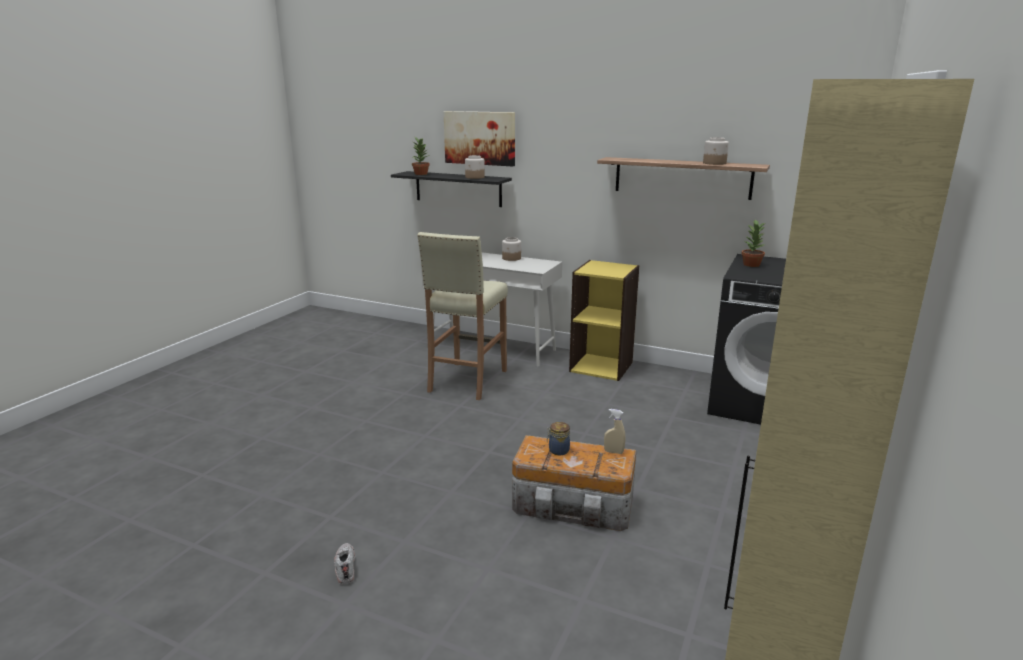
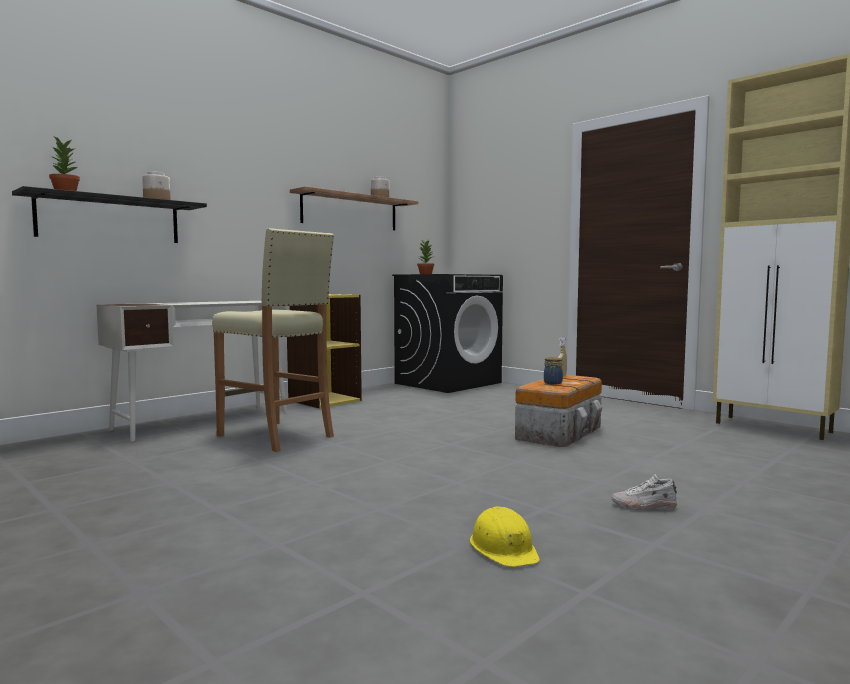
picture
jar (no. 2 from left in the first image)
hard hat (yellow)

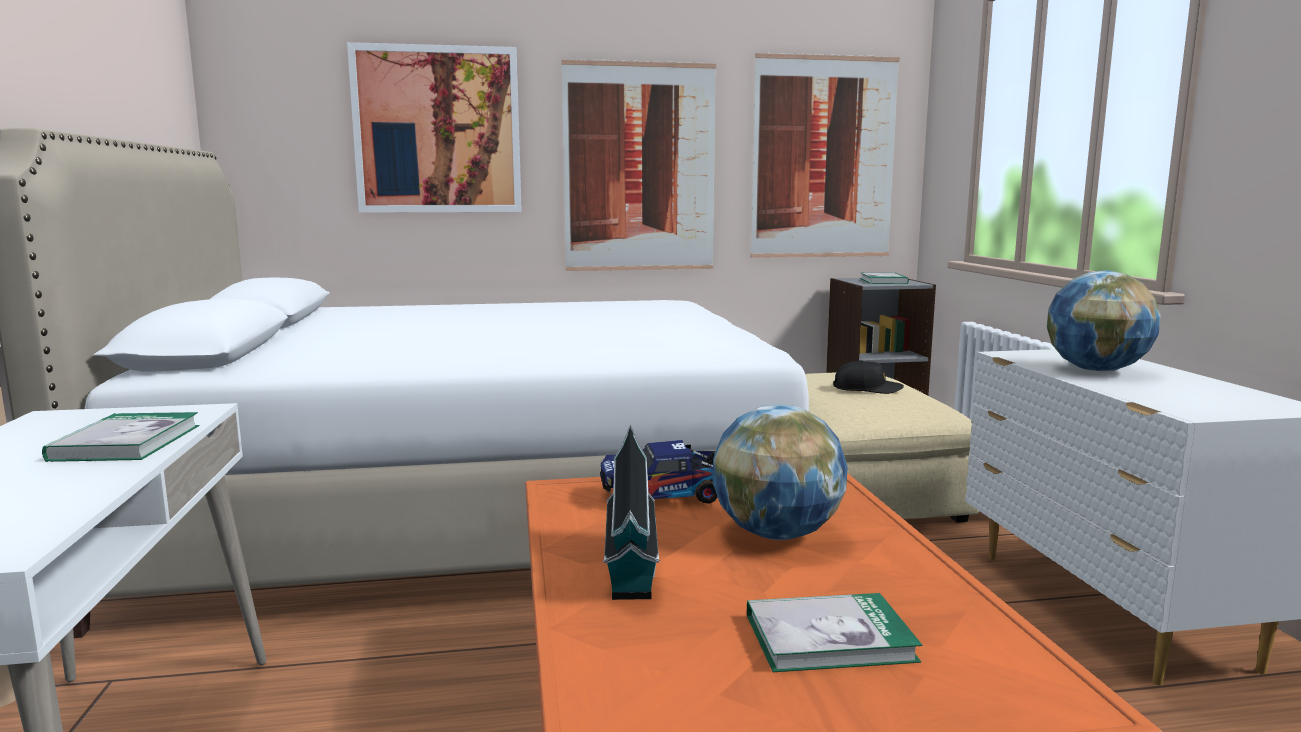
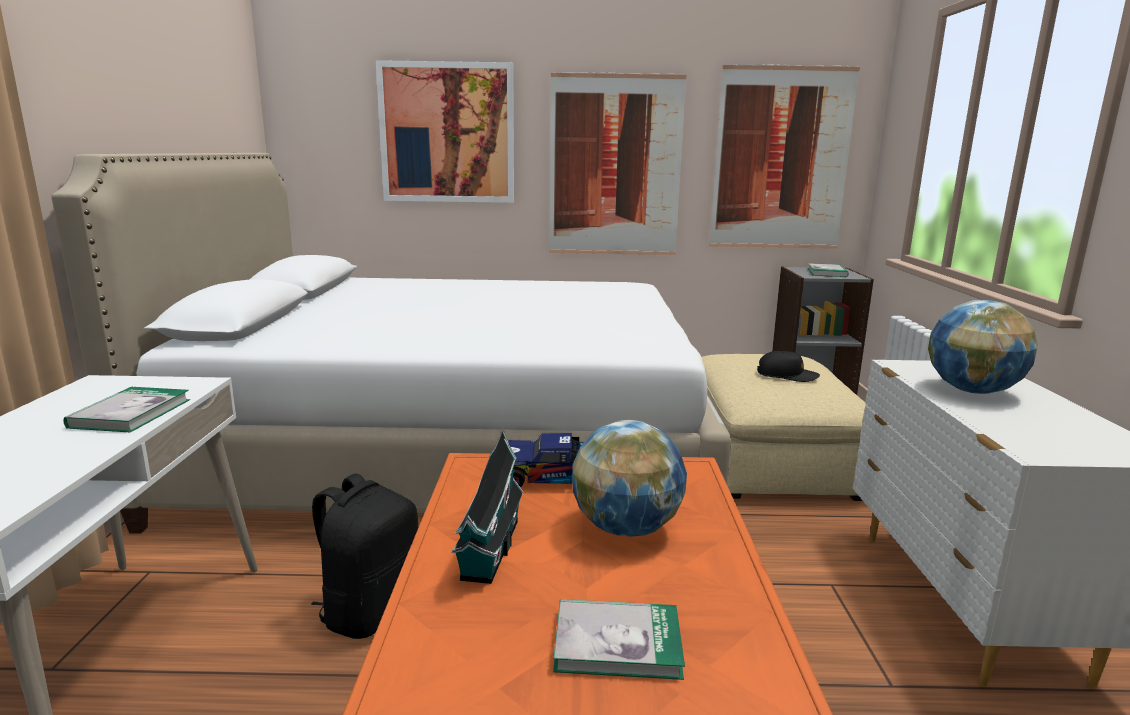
backpack (black)

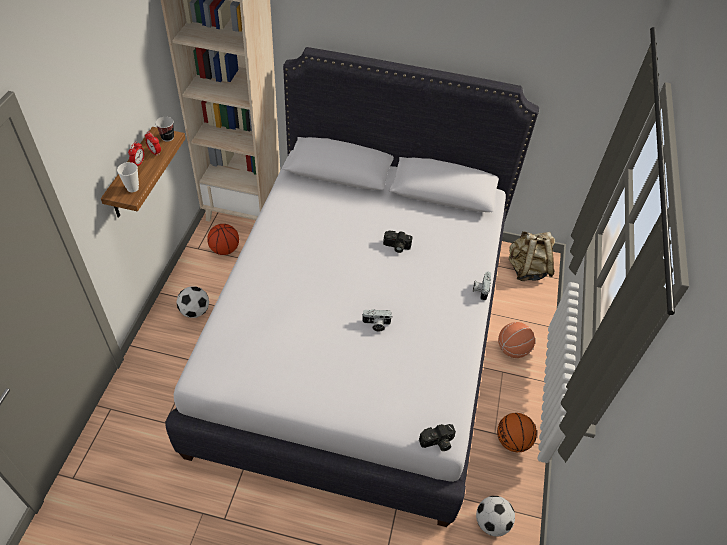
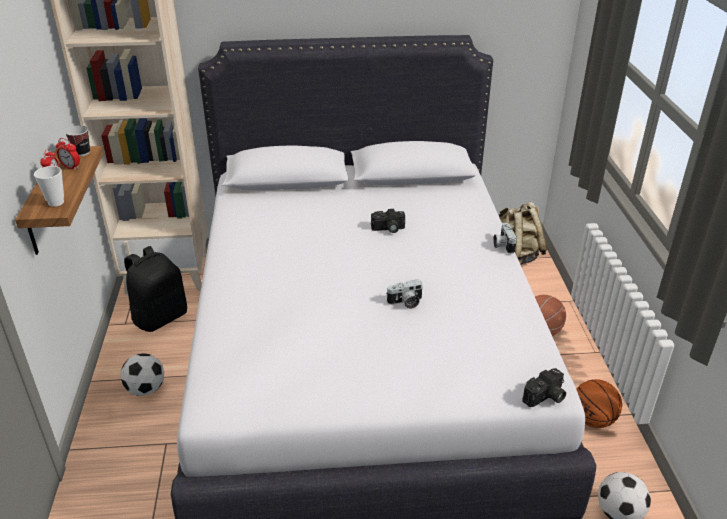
backpack (black)

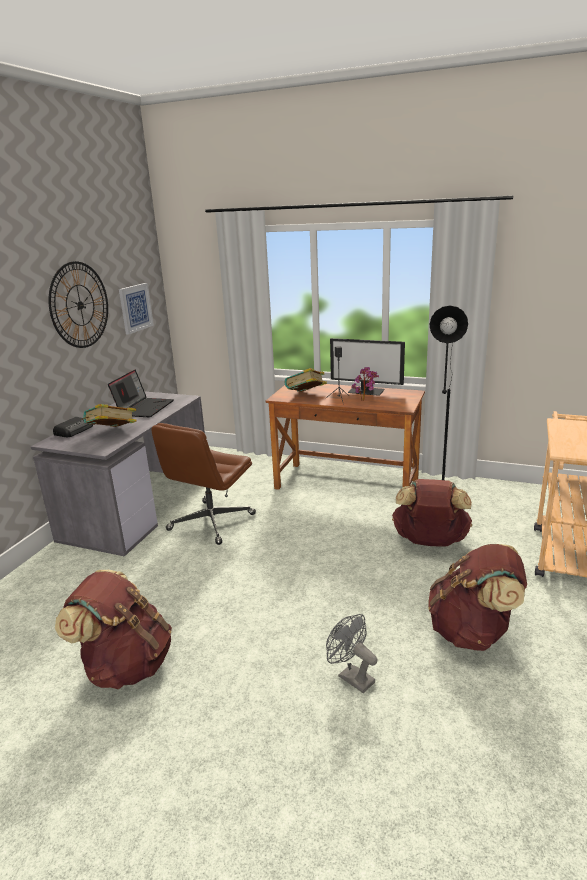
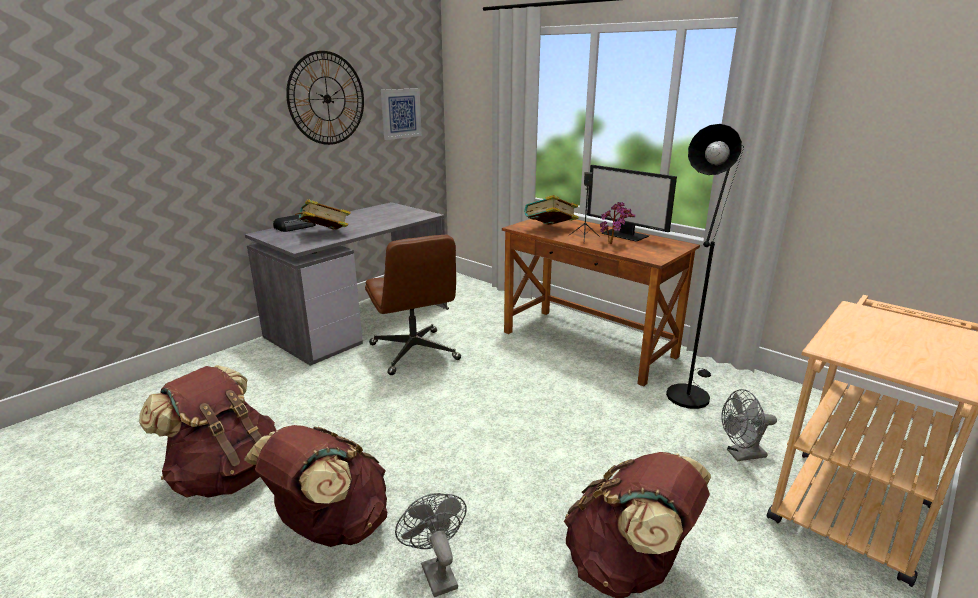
laptop
office chair (brown)
backpack (brown) (no. 2 from left)
fan (grey) (no. 2 from left)

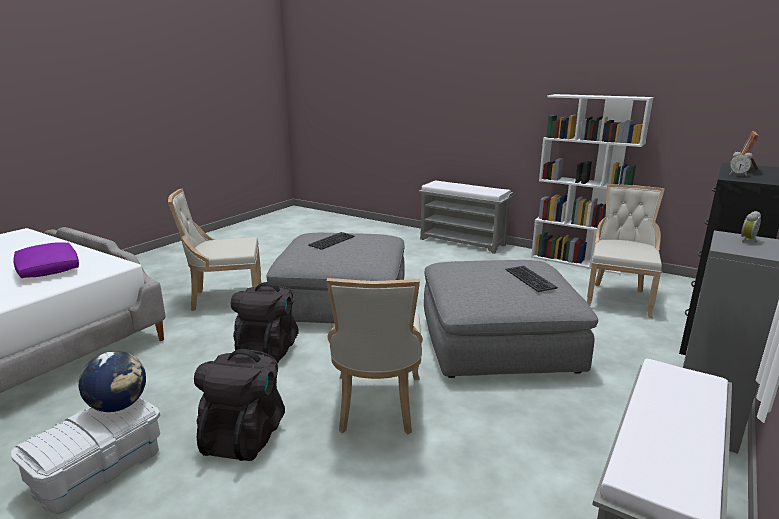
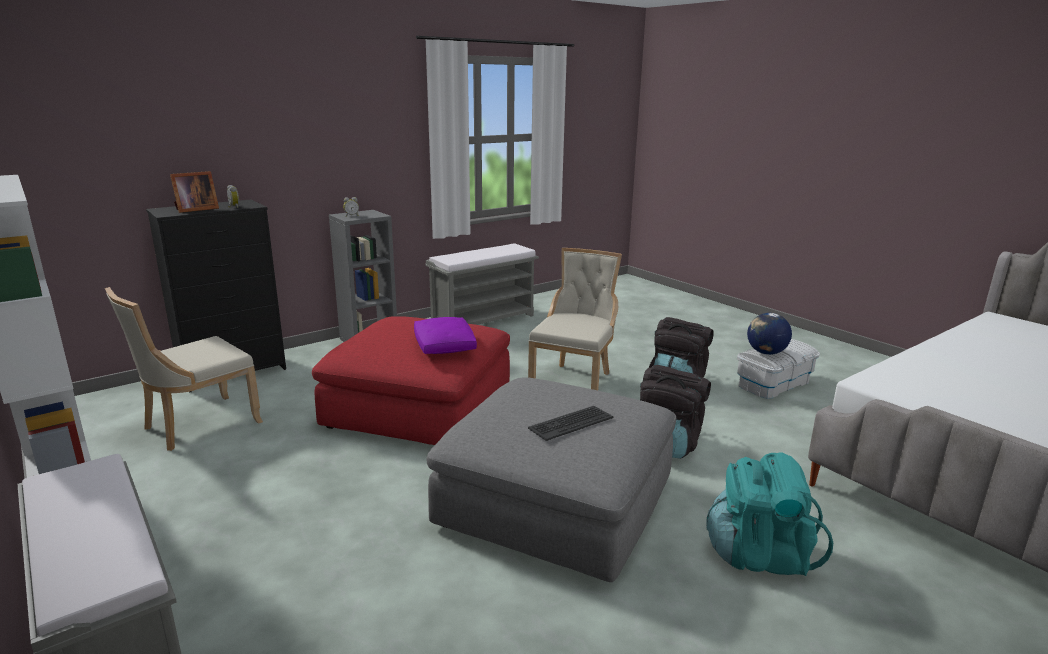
pillow (purple)
backpack (turquoise)
ottoman (red)
keyboard (no. 2 from left in the first image)

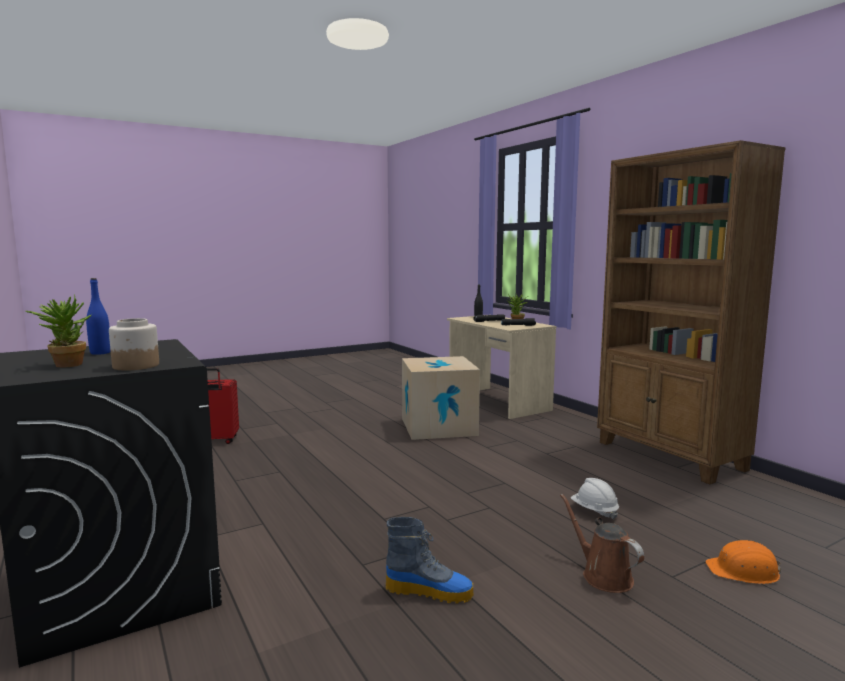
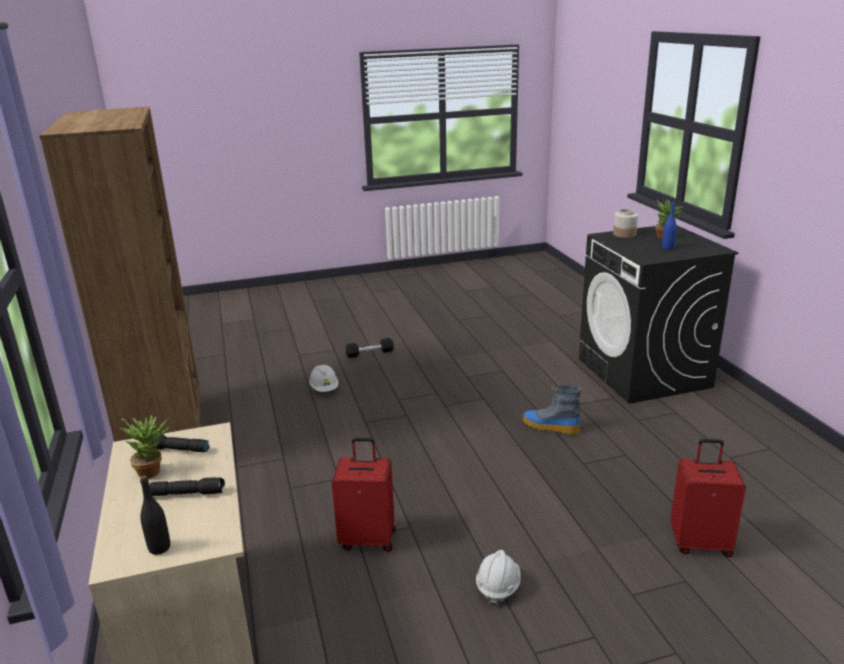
boot
suitcase (red) (no. 1 from left)
dumbbell (black)
hard hat (orange)
hard hat (white) (no. 2 from left)

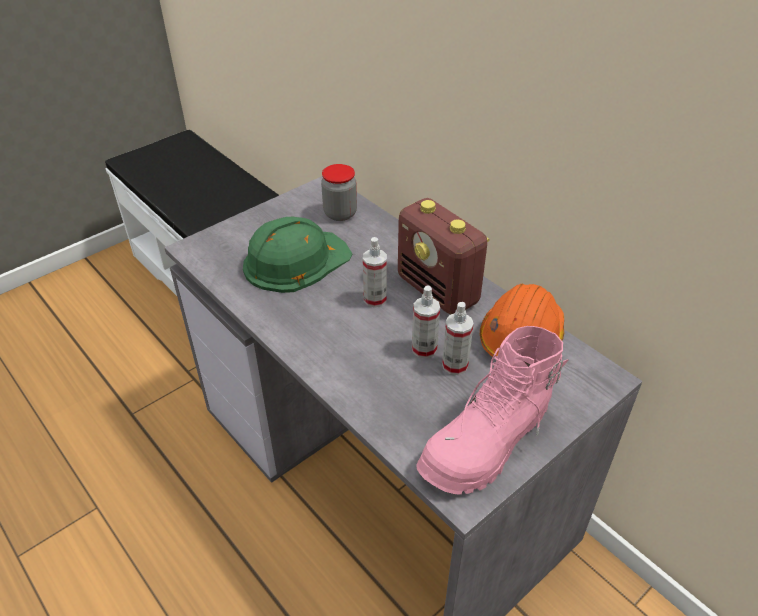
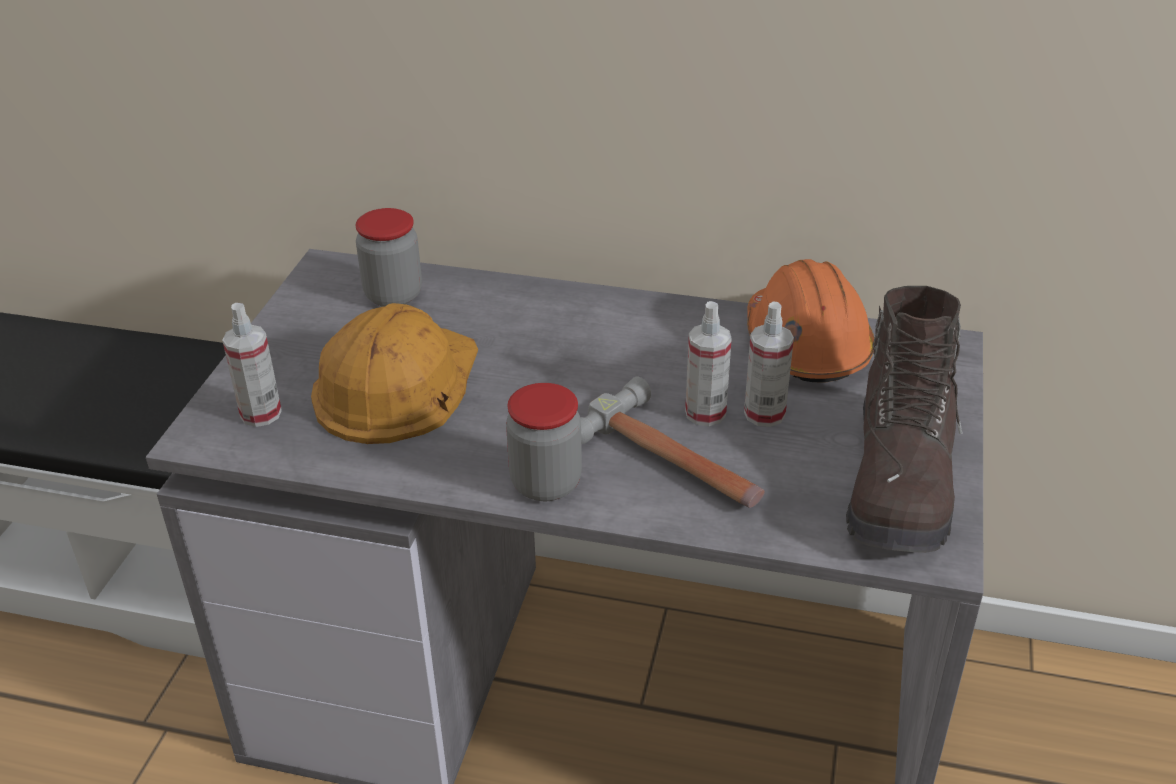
hard hat (orange) (no. 1 from left)
spray bottle (no. 1 from left)
radio
boot (brown)
jar (no. 2 from left)
hammer

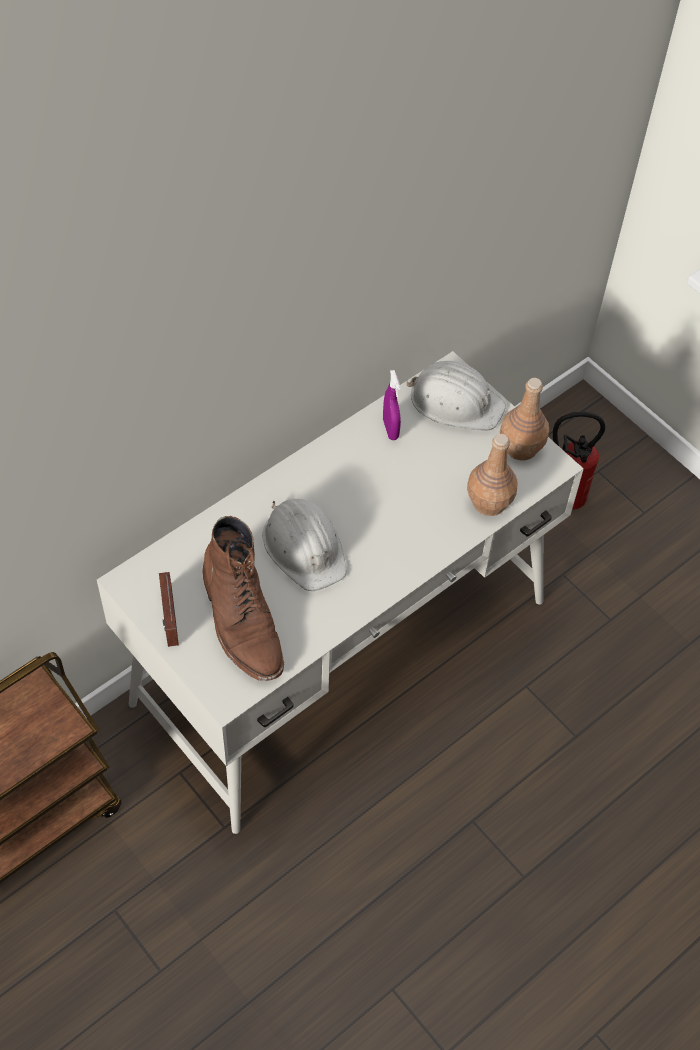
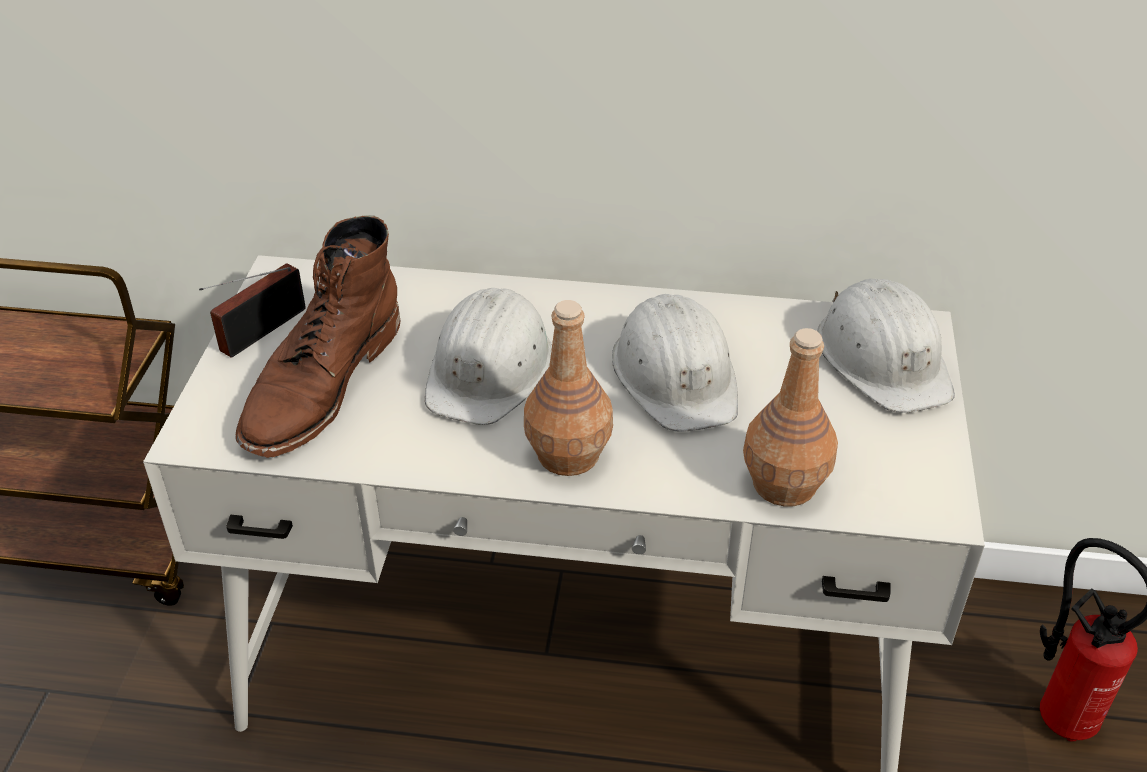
spray bottle (purple)
bottle (brown) (no. 1 from left)
hard hat (white) (no. 2 from left)

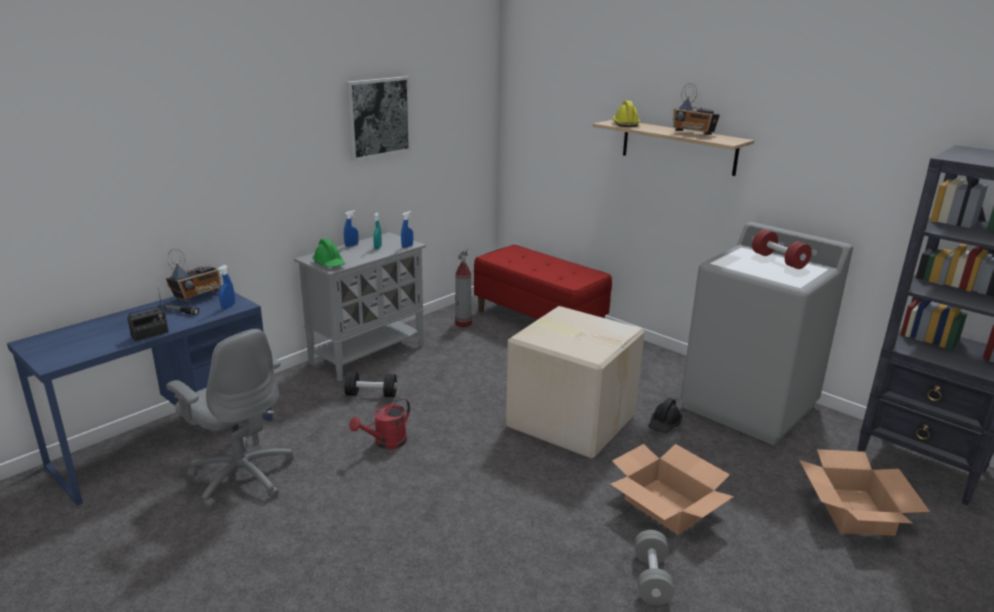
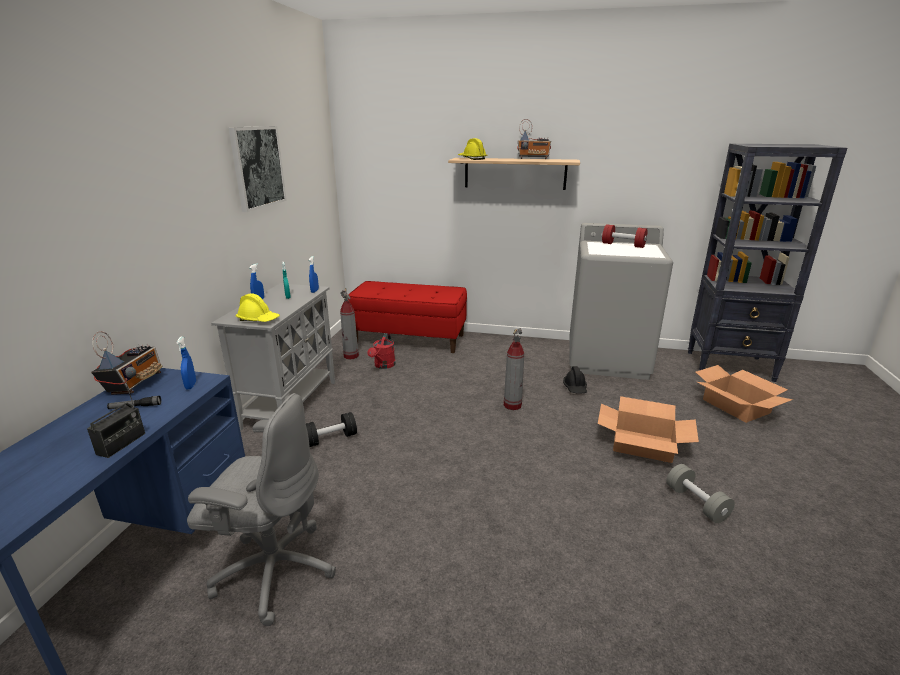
hard hat (yellow) (no. 1 from left)
watering can (red)
fire extinguisher (no. 2 from left)

